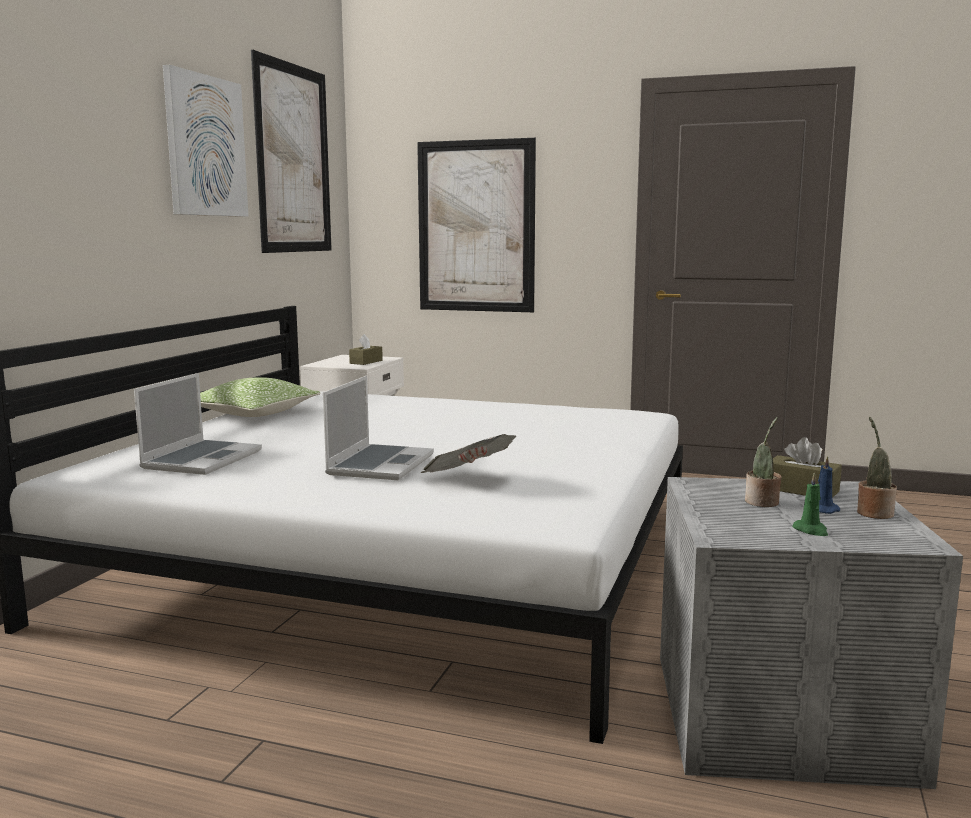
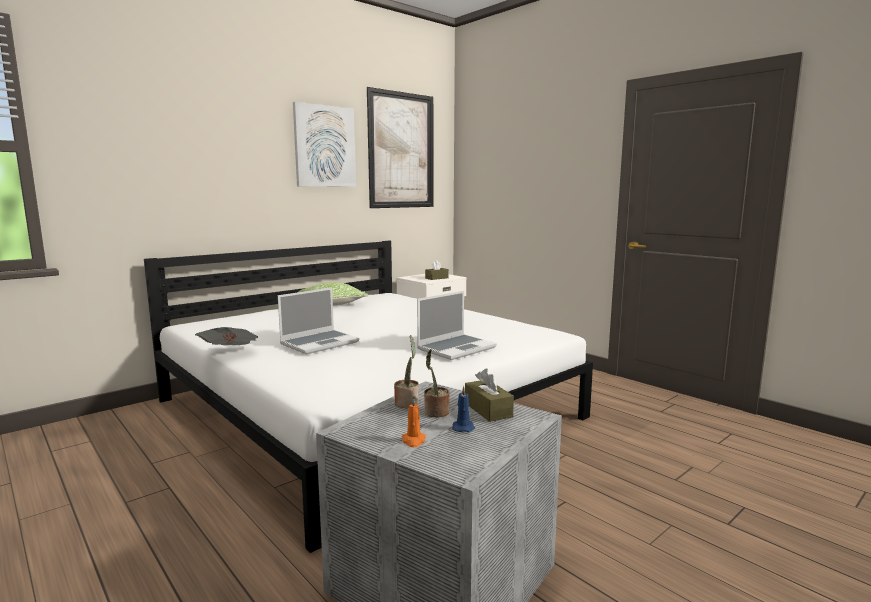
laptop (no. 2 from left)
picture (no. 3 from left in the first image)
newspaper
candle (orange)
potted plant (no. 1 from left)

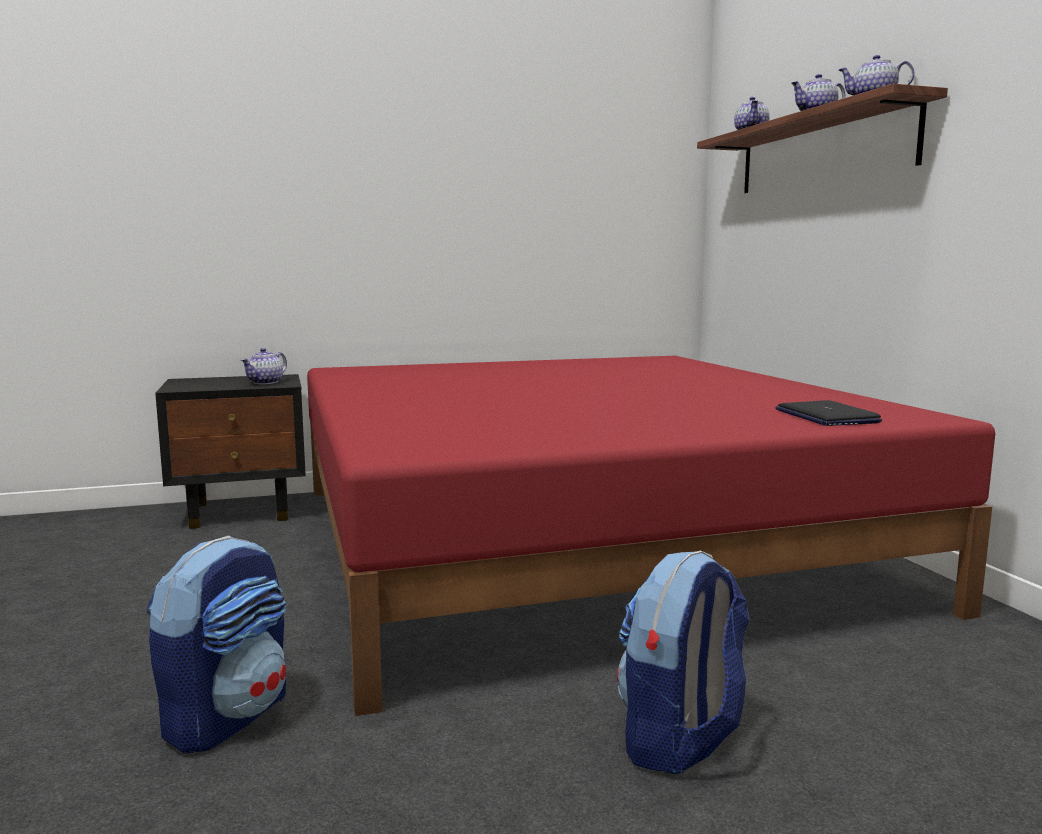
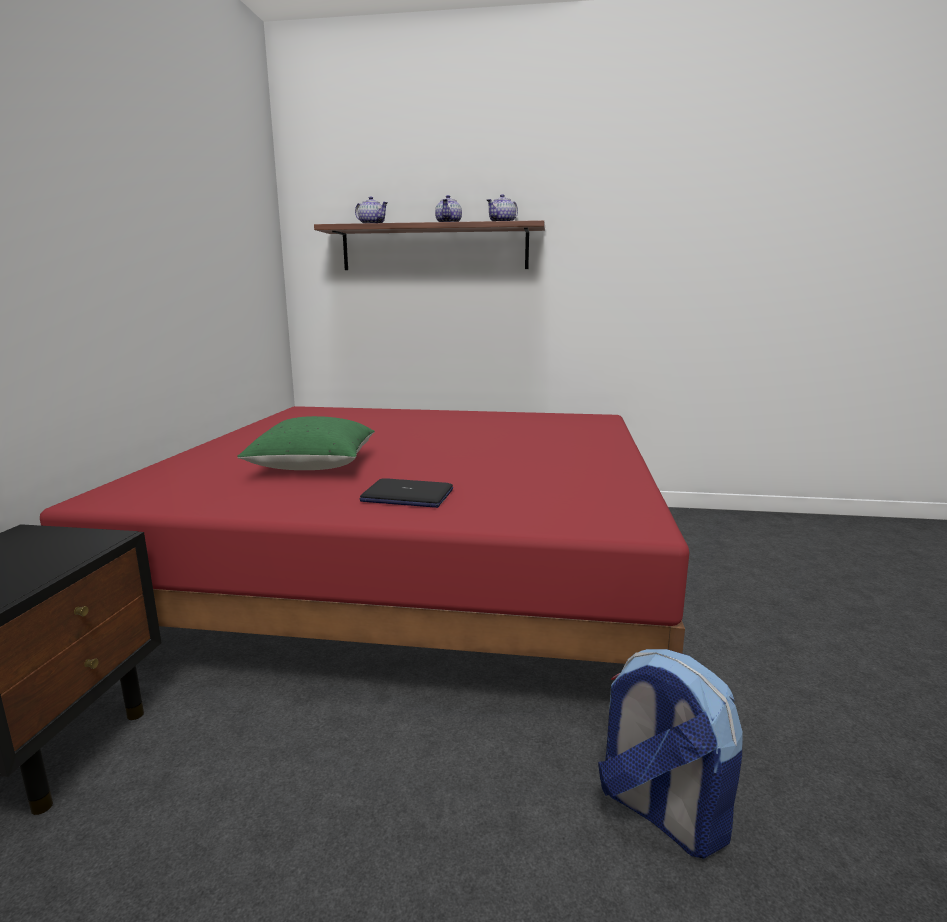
teapot (no. 1 from left in the first image)
backpack (no. 2 from left in the first image)
laptop
pillow (green)

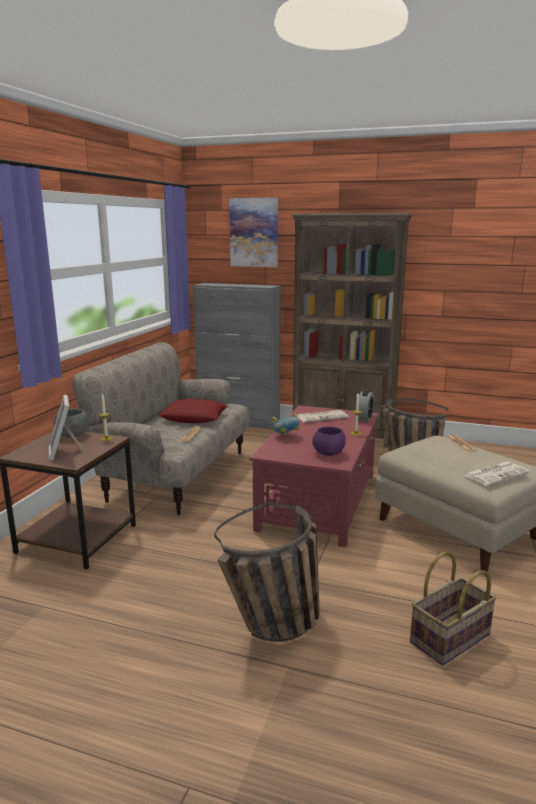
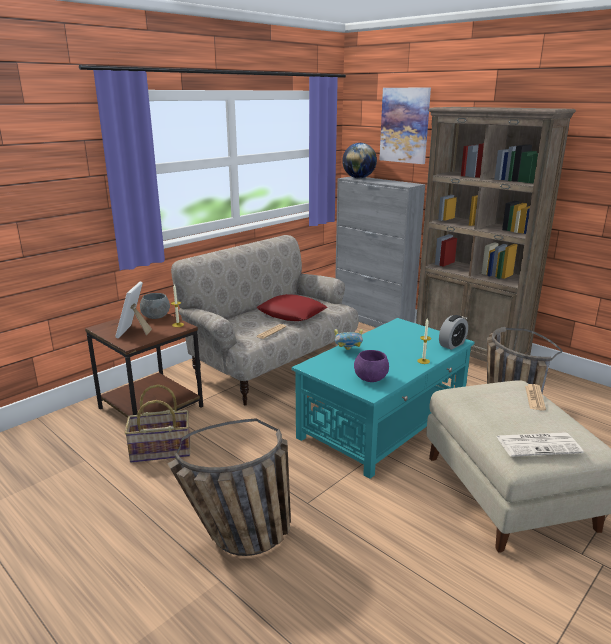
coffee table (turquoise)
newspaper (no. 2 from left in the first image)
basket (no. 1 from left)
globe

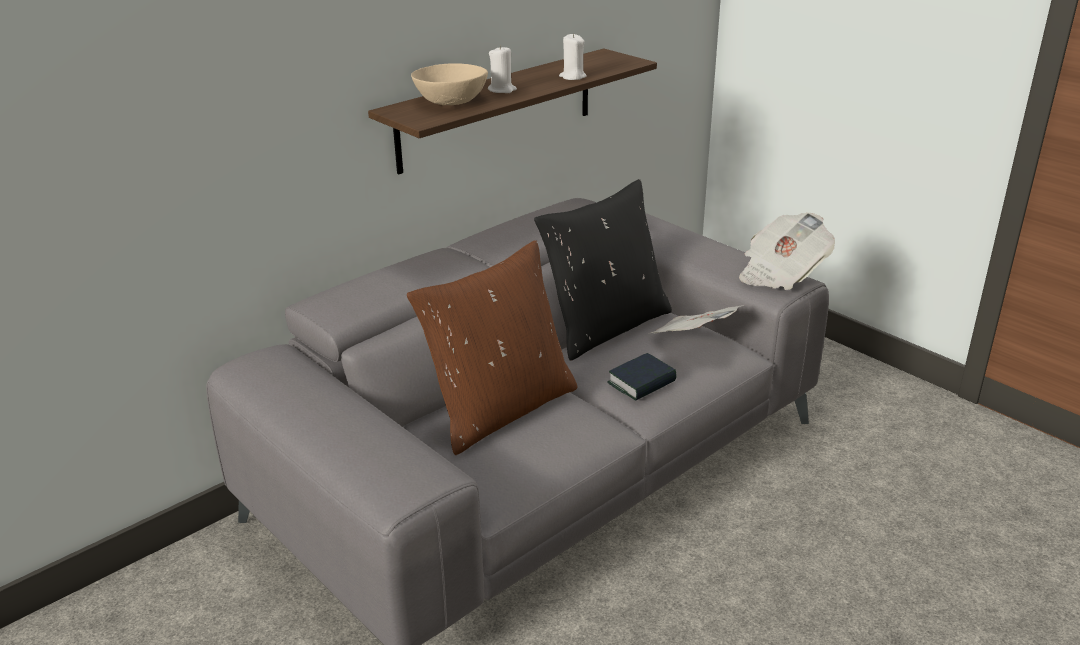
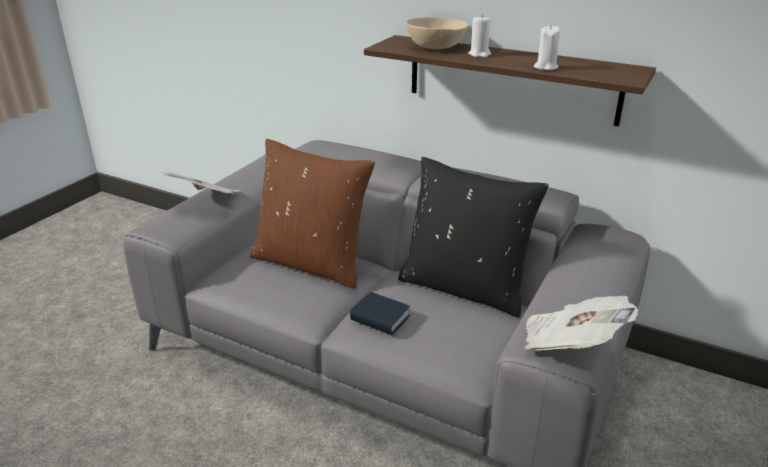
newspaper (no. 1 from left)

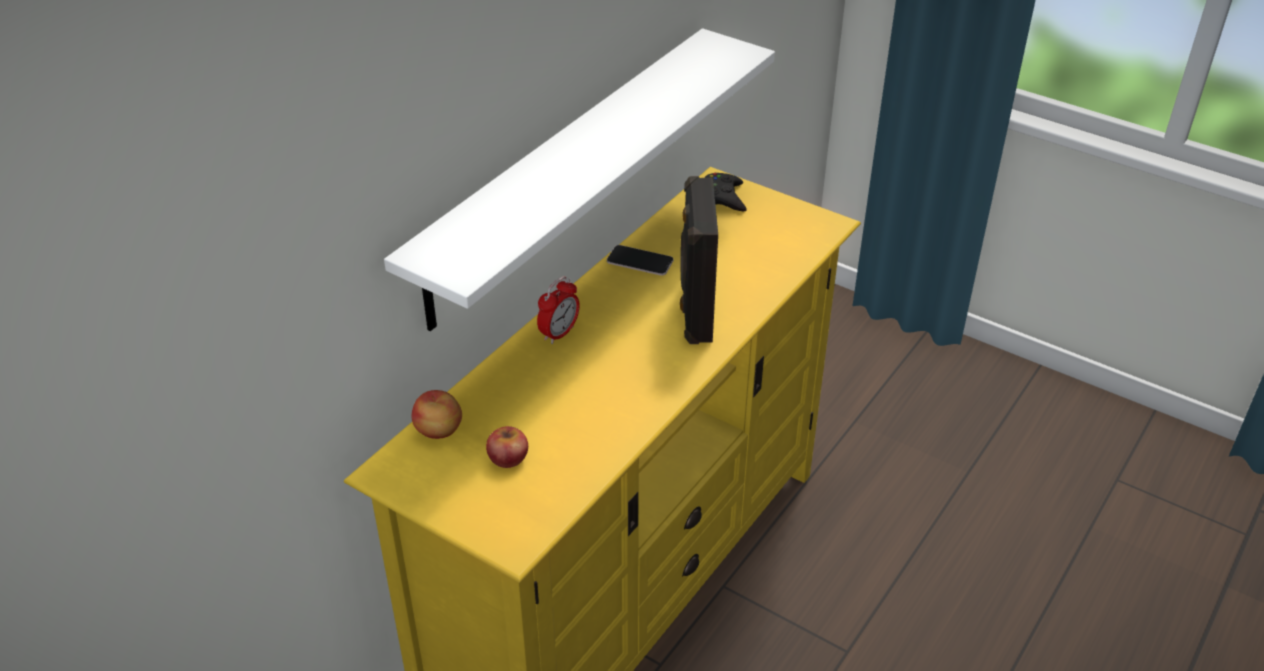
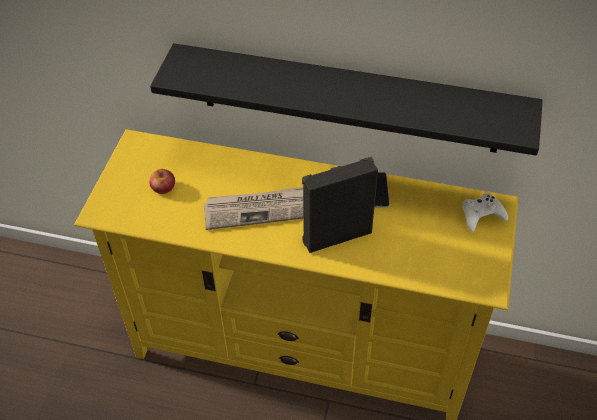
shelf (black)
apple (no. 1 from left in the first image)
alarm clock
game controller (white)
newspaper

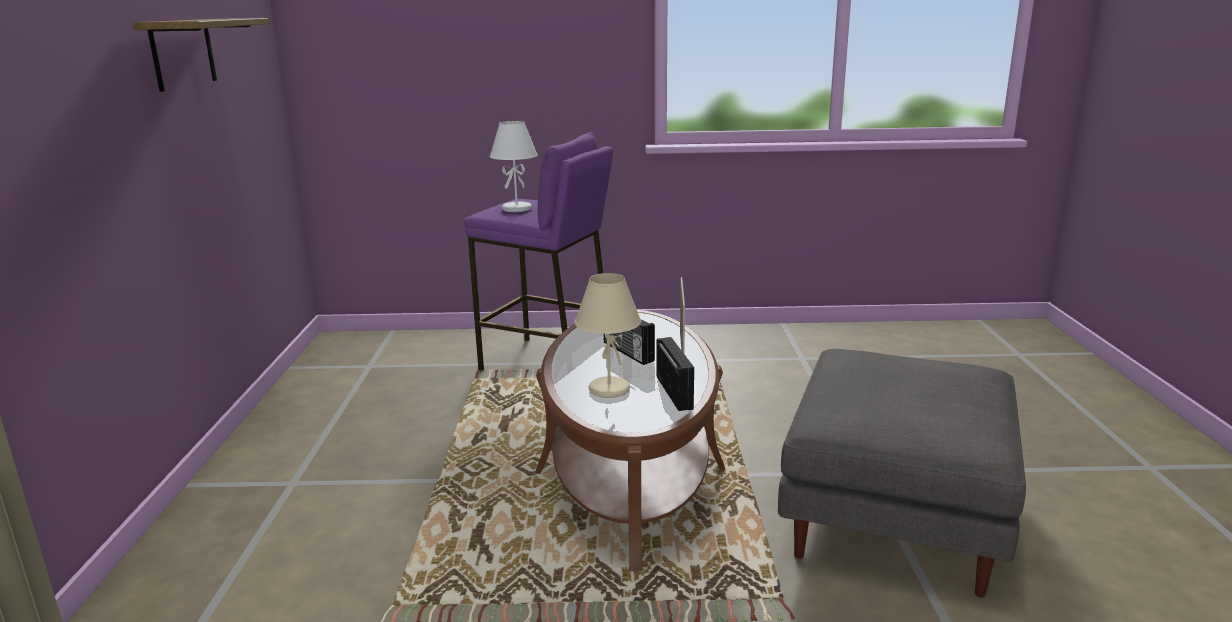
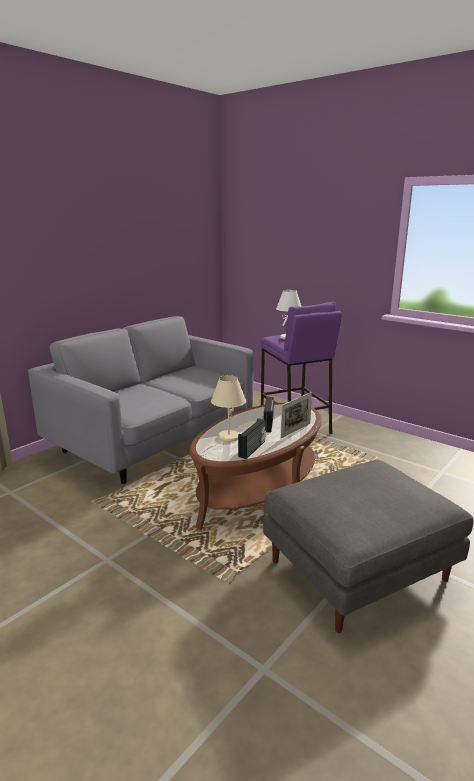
shelf
sofa (grey)

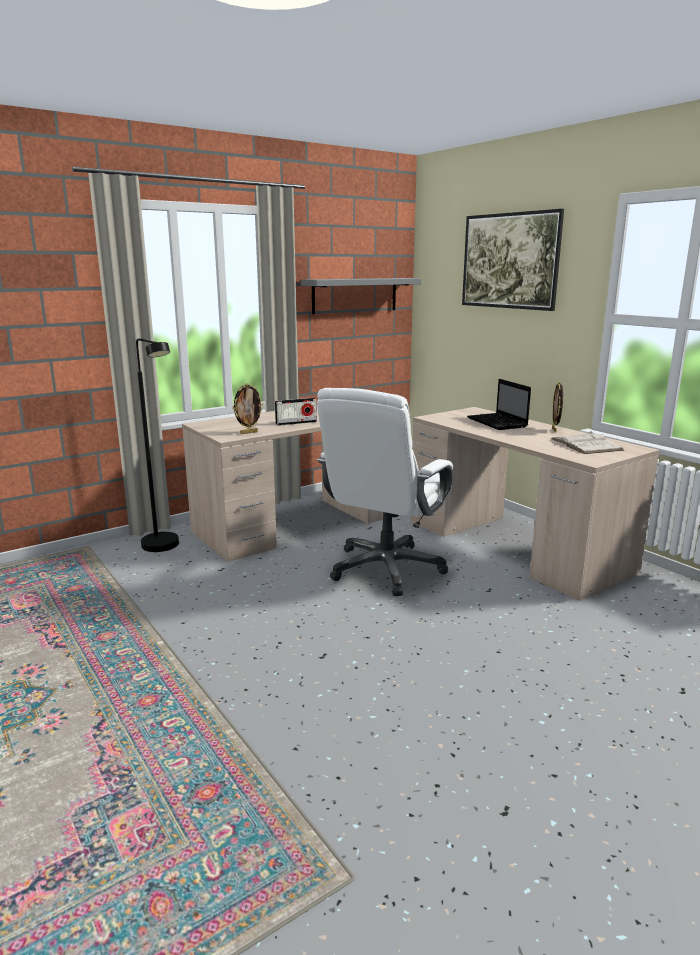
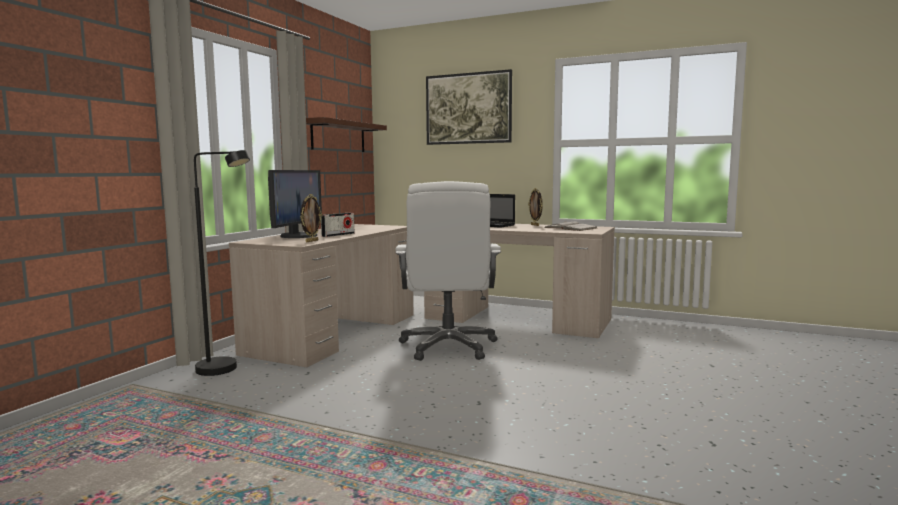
shelf (brown)
monitor

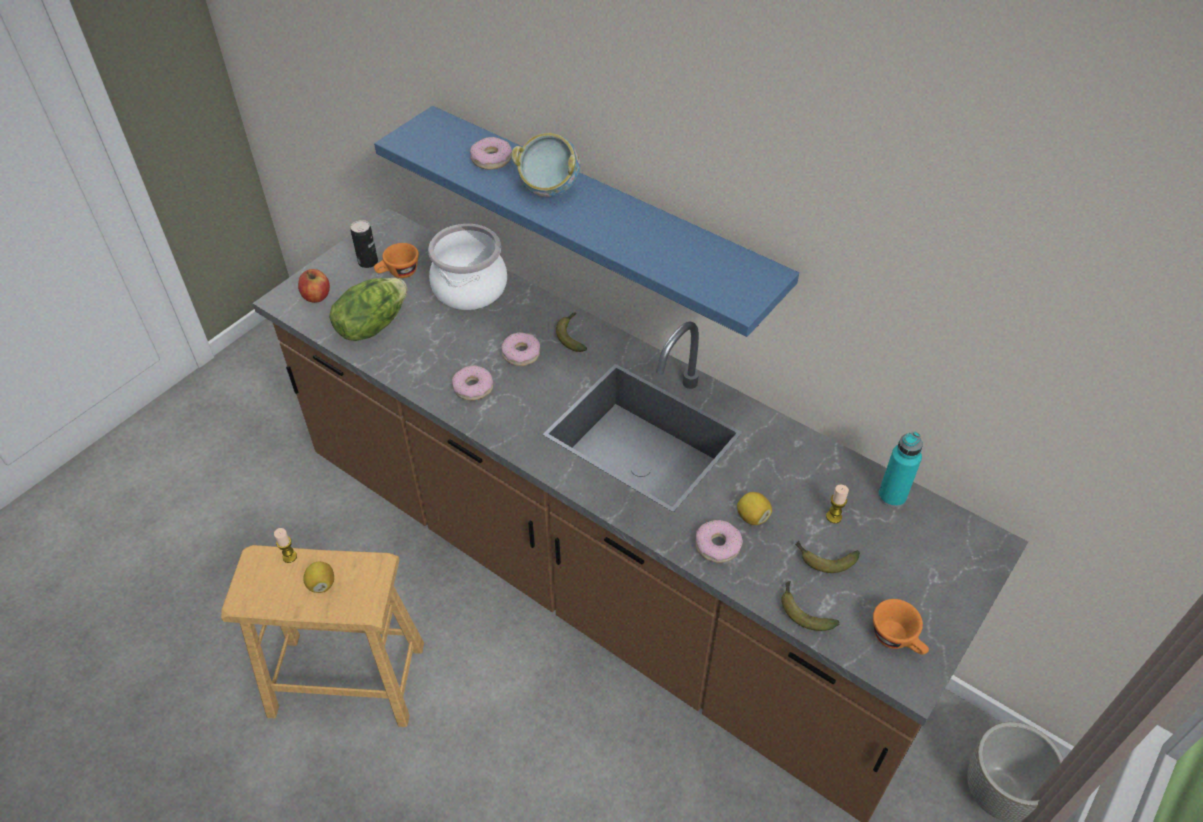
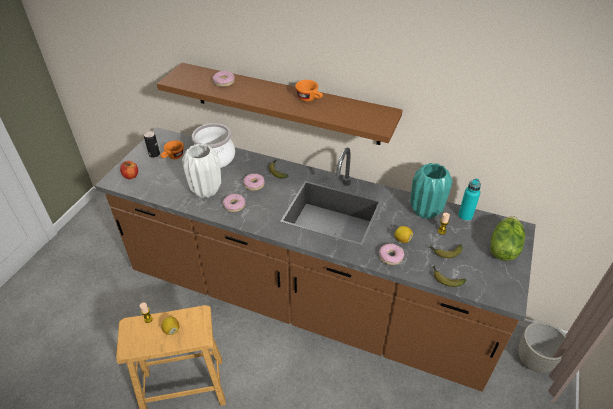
lettuce
shelf (brown)
bowl
cup (orange) (no. 2 from left)
vase (white)
vase (turquoise)

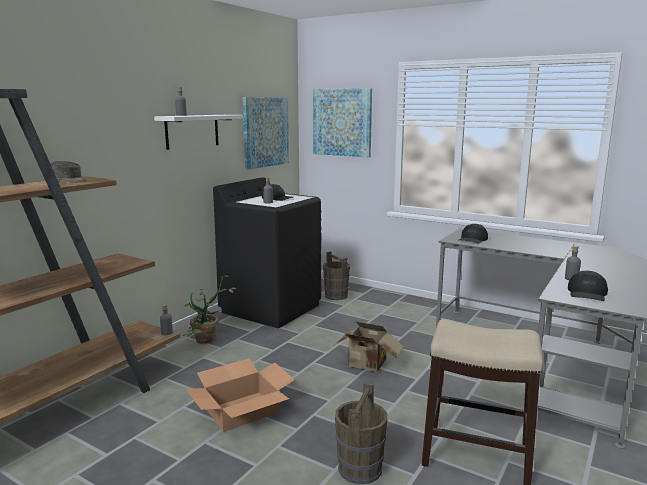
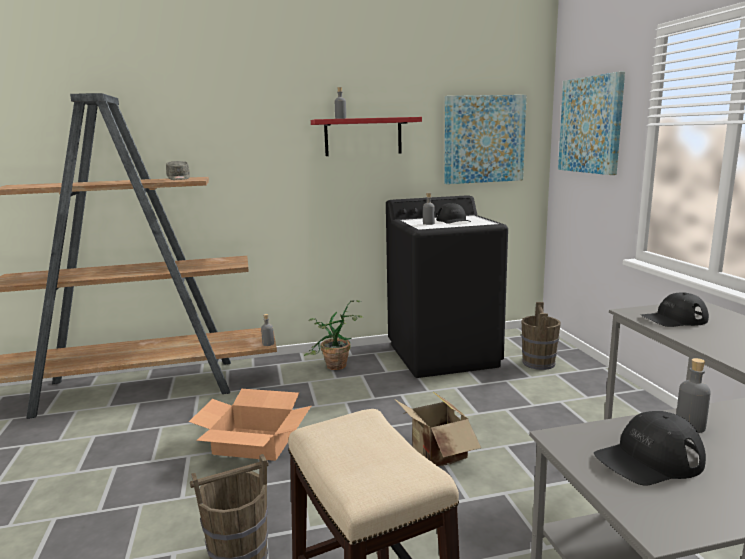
shelf (red)

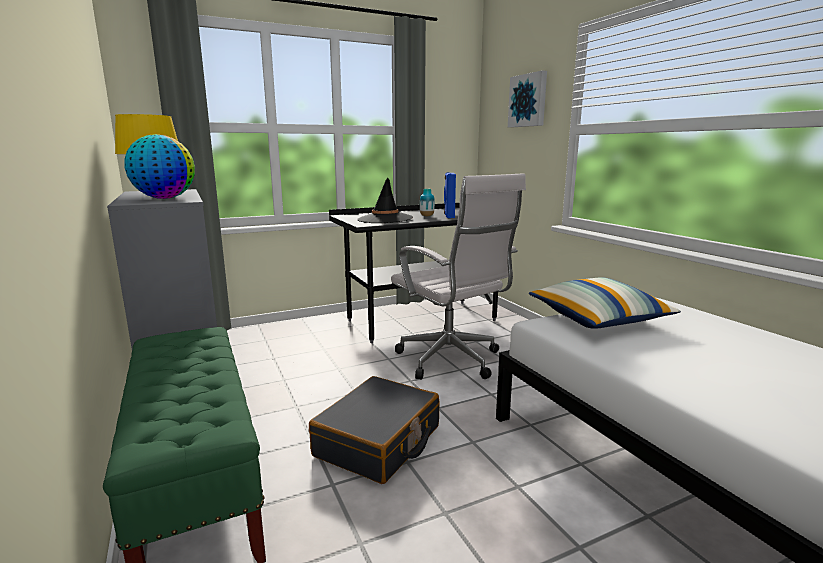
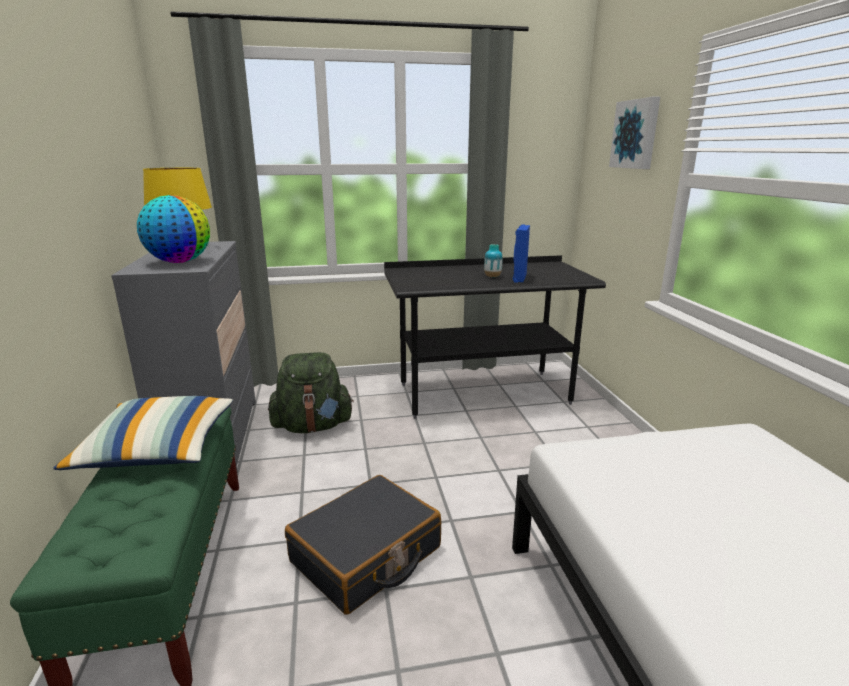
hat (black)
office chair (white)
pillow
backpack (green)

